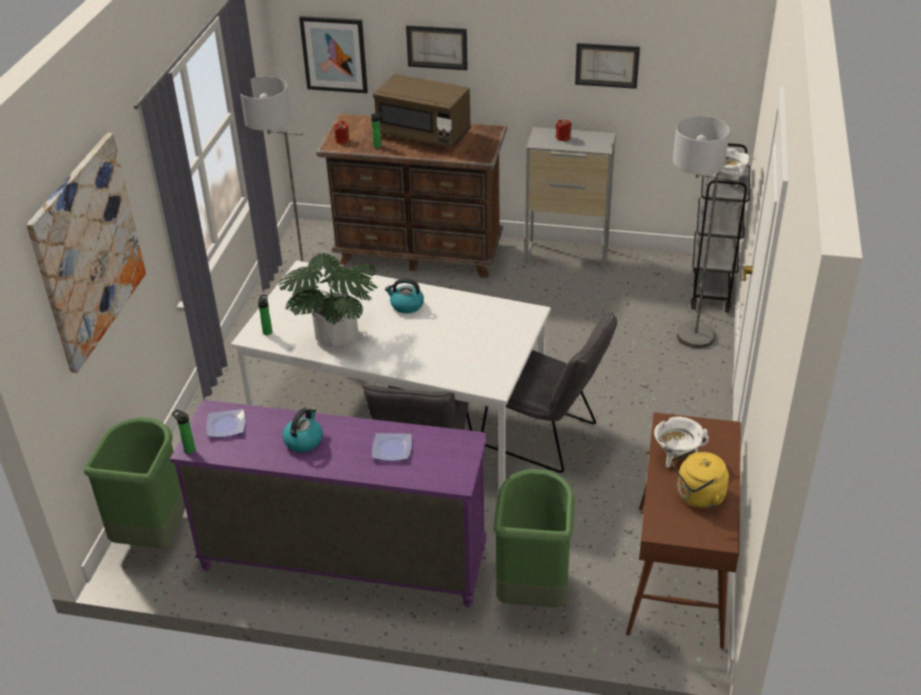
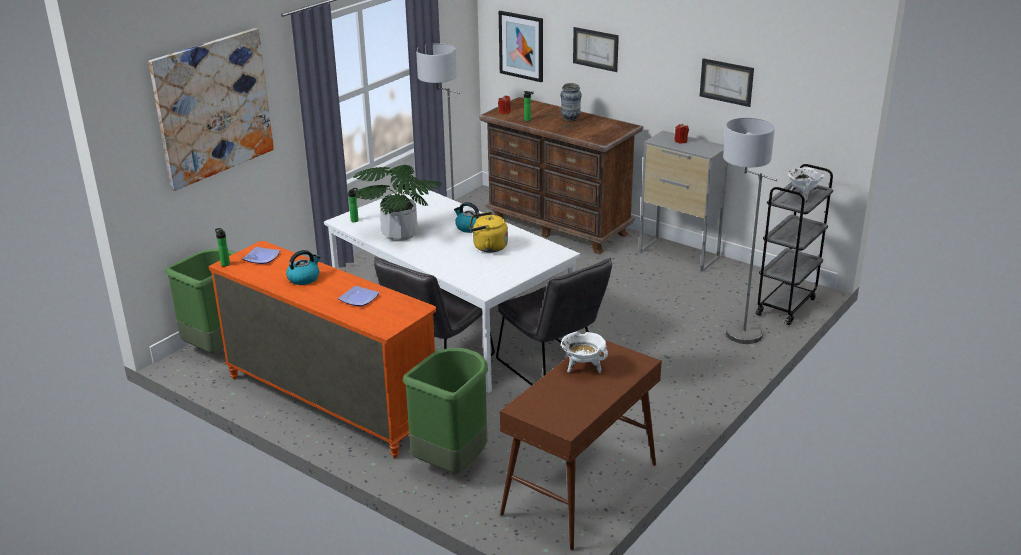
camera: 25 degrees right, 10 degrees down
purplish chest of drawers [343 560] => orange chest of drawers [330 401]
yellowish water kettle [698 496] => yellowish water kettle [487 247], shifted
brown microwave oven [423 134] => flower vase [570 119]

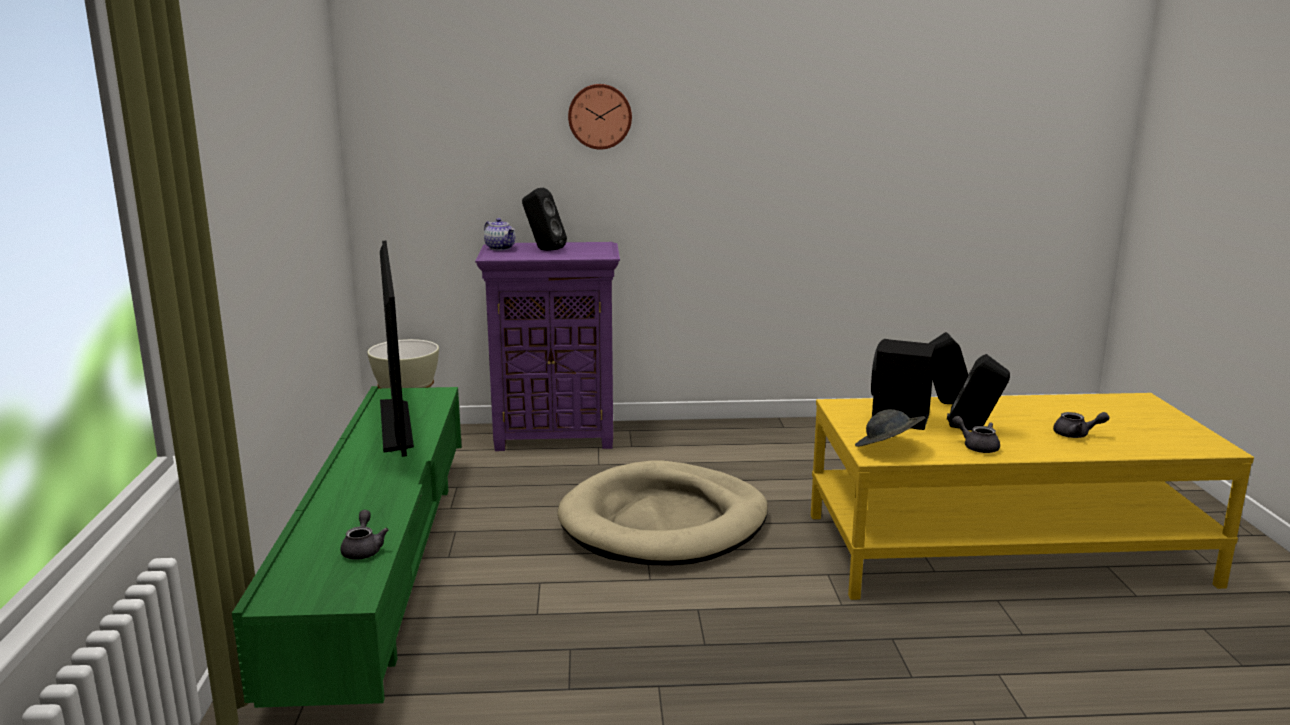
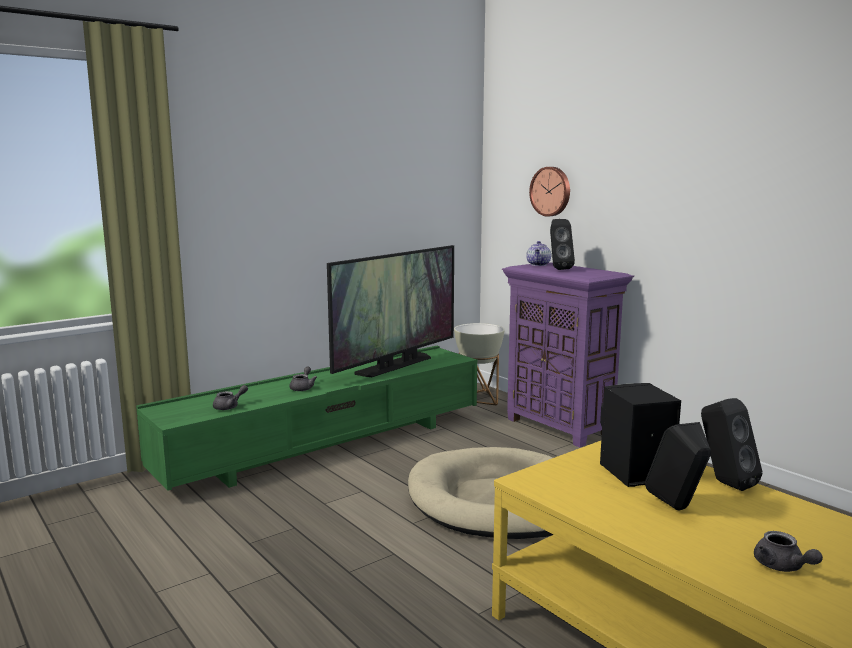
camera: 55 degrees right, 5 degrees down
greyish pot for tea [977 446] => greyish pot for tea [303 388], shifted
clock on the wall [600 116] => clock on the wall [551 191], shifted
greyish clothing hat [888 448] => nothing

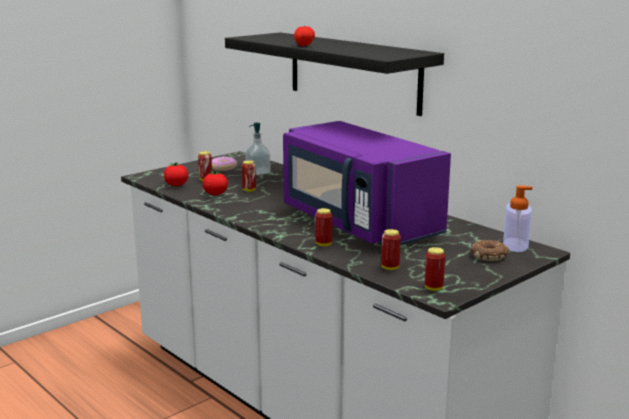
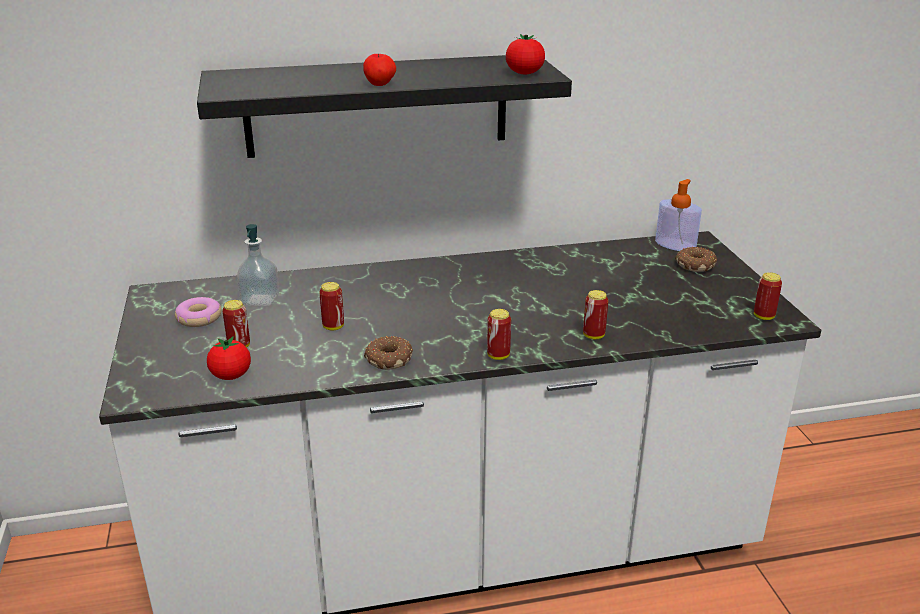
camera: 60 degrees left, 10 degrees up
nothing => doughnut [388 359]
sealed can [390 268] => sealed can [498 356], shifted
tomato [215 194] => tomato [524 73], shifted
purplish microwave oven [357 223] => nothing

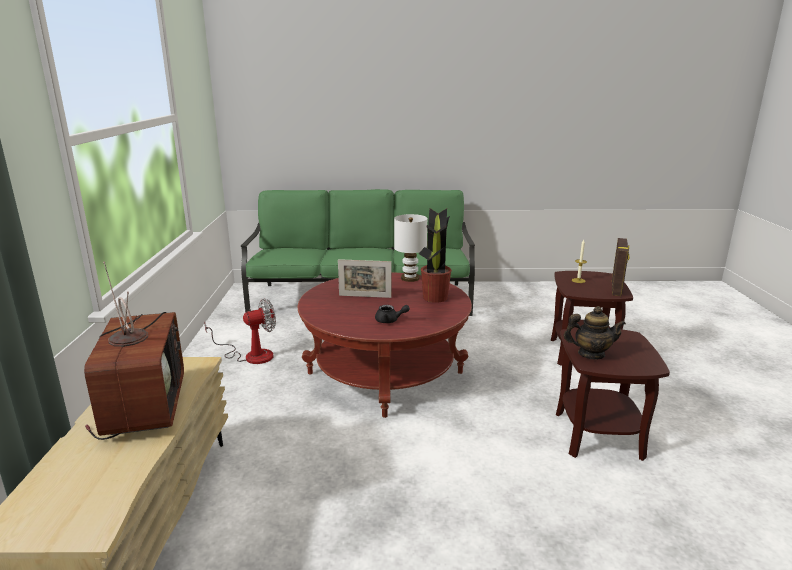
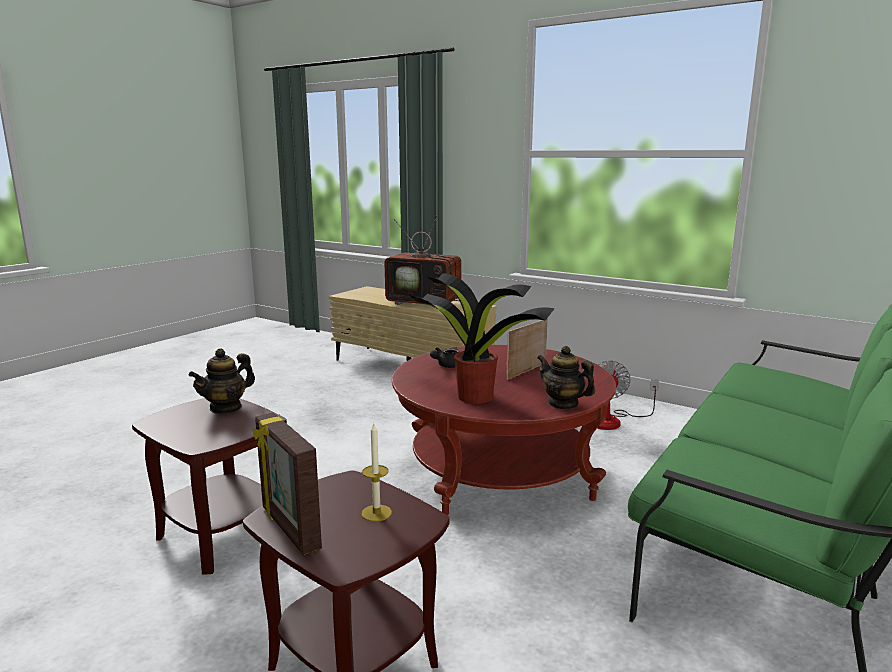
camera: 125 degrees right, 5 degrees down
white-coloured lamp for a table [410 278] => pot for tea [563 404]

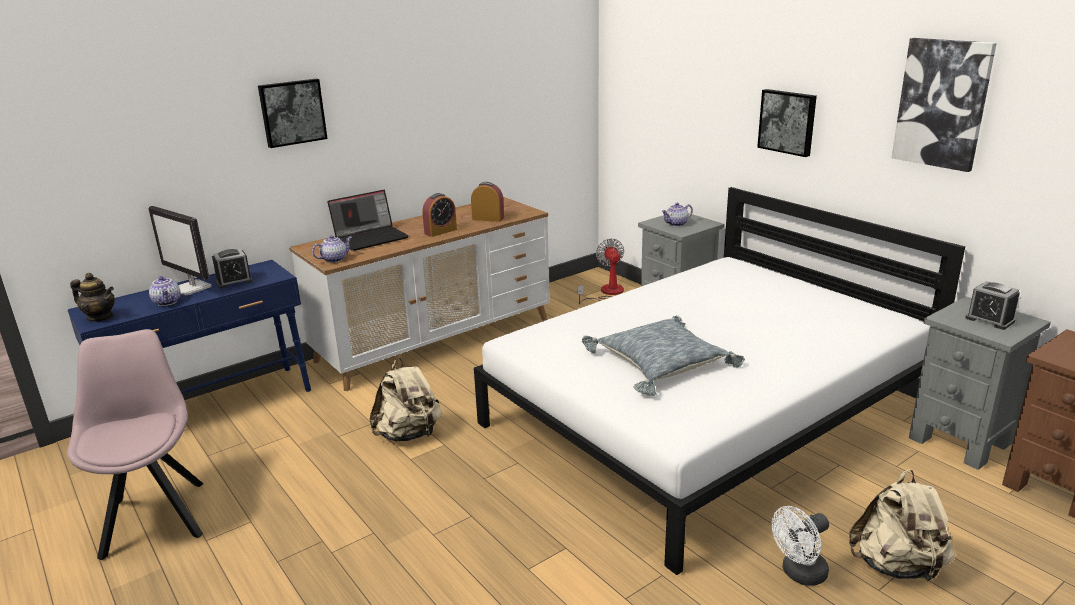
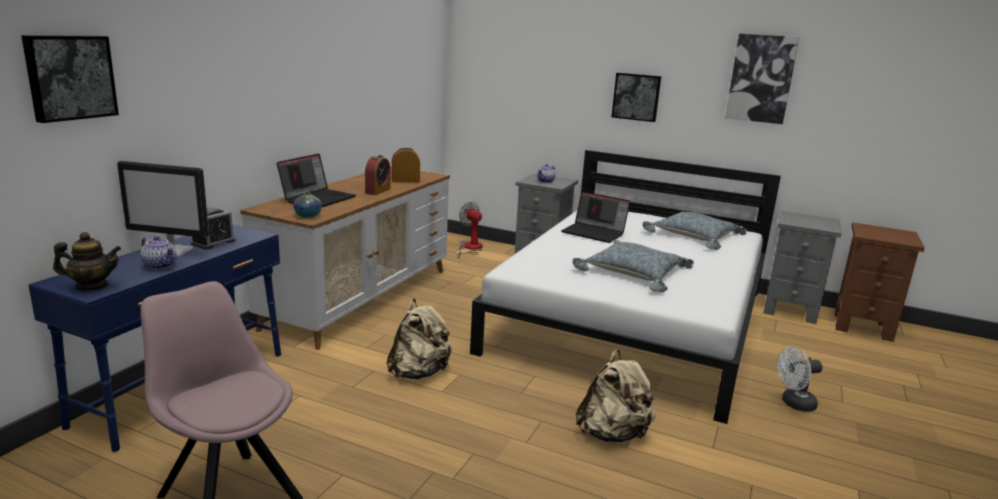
camera: 30 degrees left, 5 degrees down
wall art [292 112] => wall art [70 77], shifted
pot for tea [334 259] => flower vase [308 216]
nothing => laptop [594 233]
sand-coloured backpack [897 566] => sand-coloured backpack [613 434], shifted
nothing => cushion [695 234]
white-coloured electric fan [799 574] => white-coloured electric fan [794 404], 45 degrees clockwise
alarm clock [989 320] => nothing

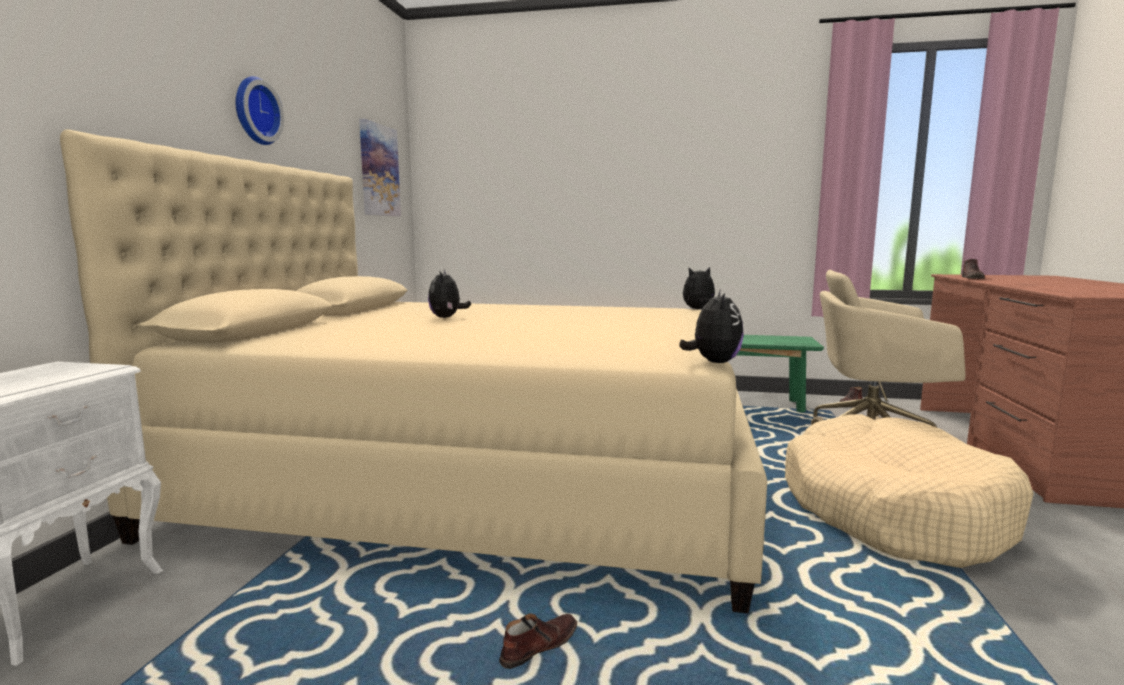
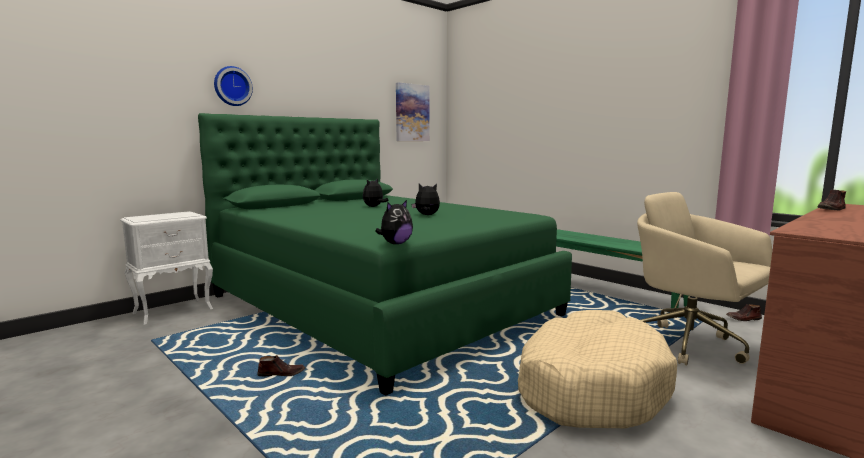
camera: 35 degrees right, 0 degrees up
sand-coloured sleeping bed [481 478] => green-coloured sleeping bed [380 305]
clock on the wall [254 111] => clock on the wall [232 86], shifted
cuddly toy [699 309] => cuddly toy [427 215], shifted

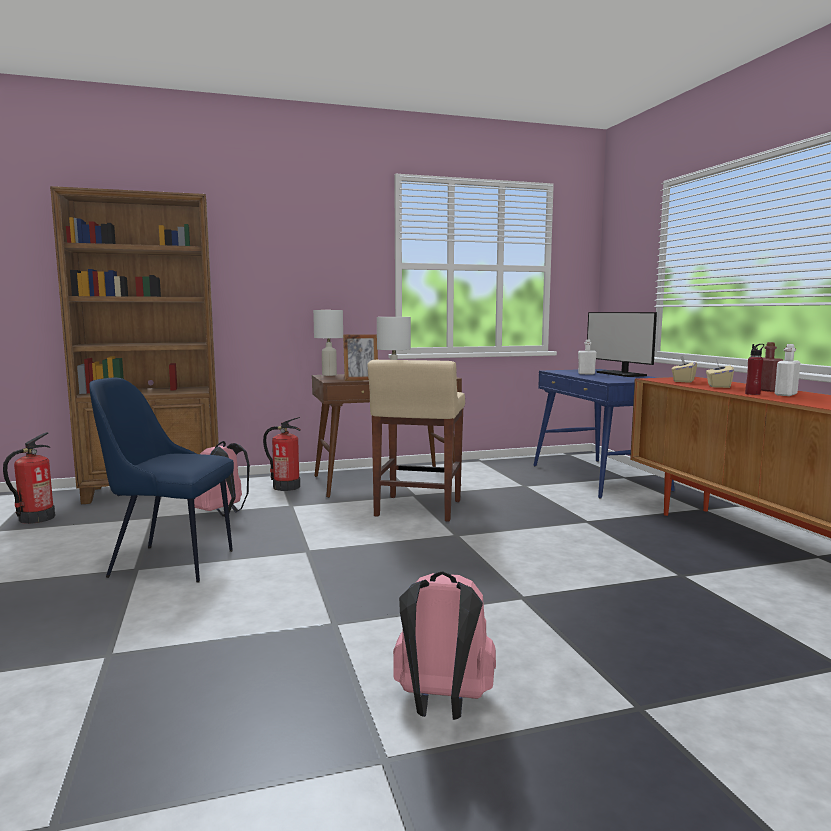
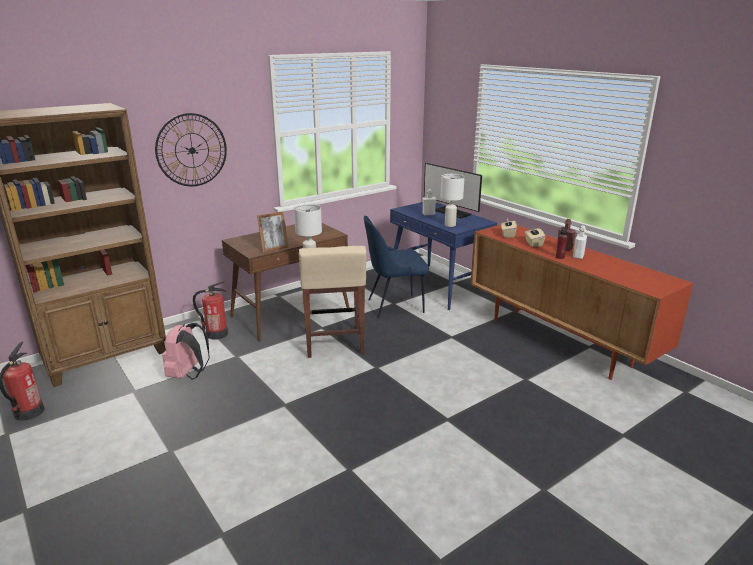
camera: 20 degrees left, 15 degrees up
nothing => clock on the wall [192 150]
blue plain chair [170 564] => blue plain chair [395 306], shifted
white-coloured lamp for a table [329 375] => white-coloured lamp for a table [450 225], shifted
pink-coloured backpack [442 704] => nothing

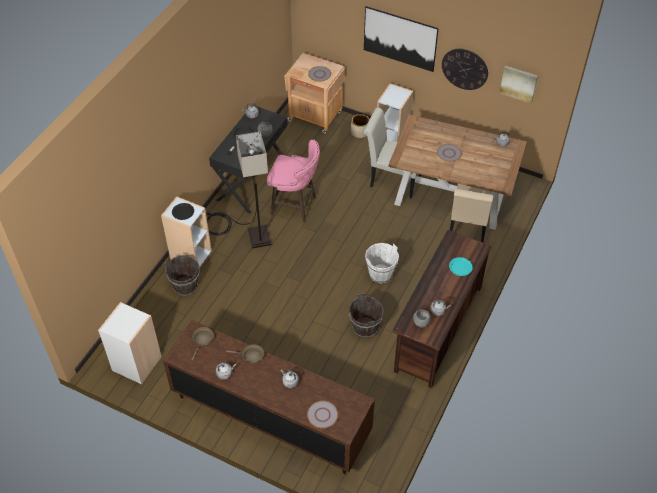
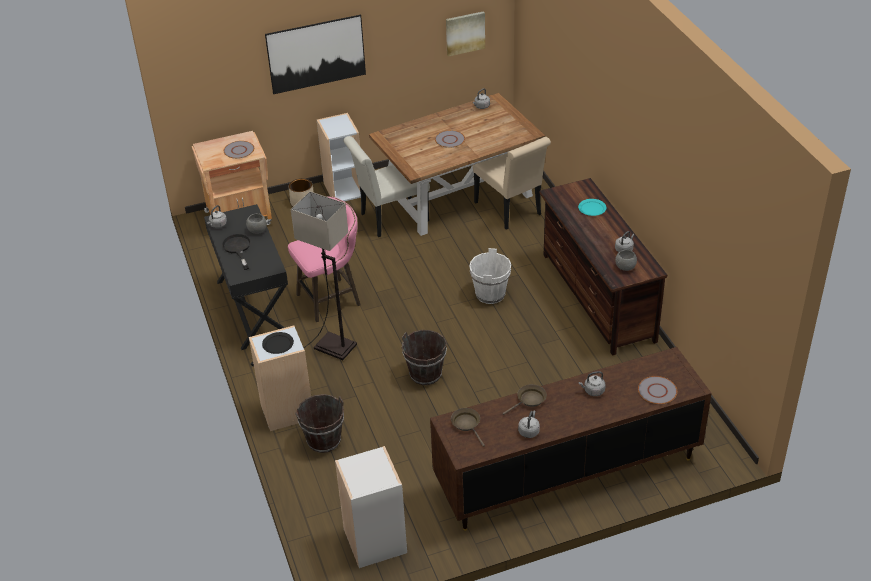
camera: 45 degrees left, 10 degrees down
brown pail [365 328] => brown pail [425 374], shifted
clock on the wall [464 69] => nothing

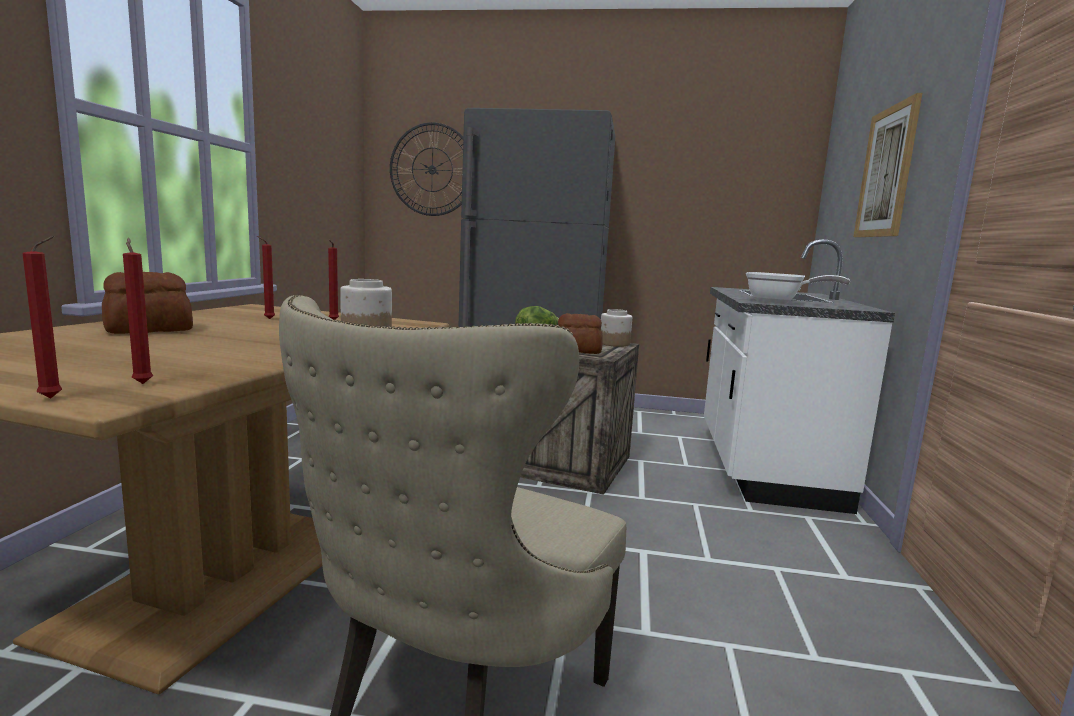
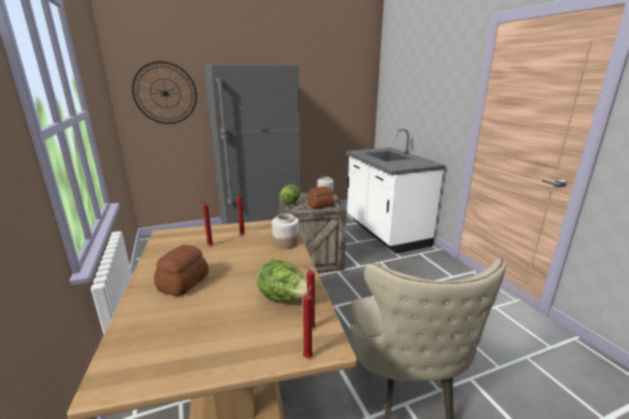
camera: 30 degrees left, 10 degrees up
nothing => lettuce head [284 298]
skillet [779 302] => nothing
wall art [886 172] => nothing

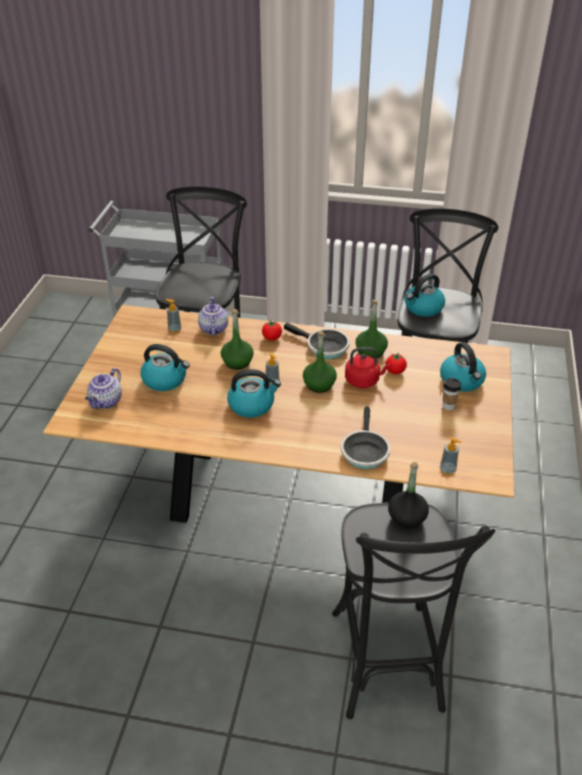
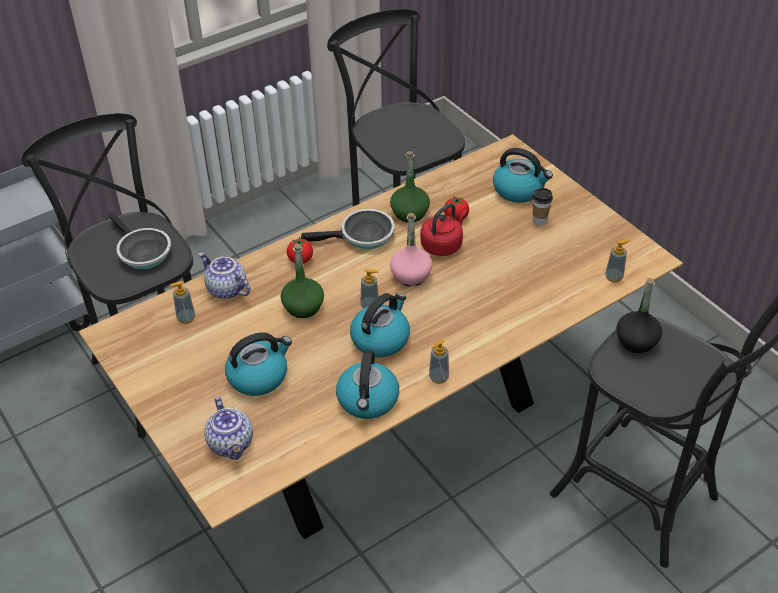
camera: 45 degrees left, 5 degrees up
skillet [364 451] => skillet [142 252], shifted
water kettle [423 308] => water kettle [368 400], shifted
green-coloured drink bottle [319 384] => pink-coloured drink bottle [411 275]
nothing => liquid soap bottle [438 377]

